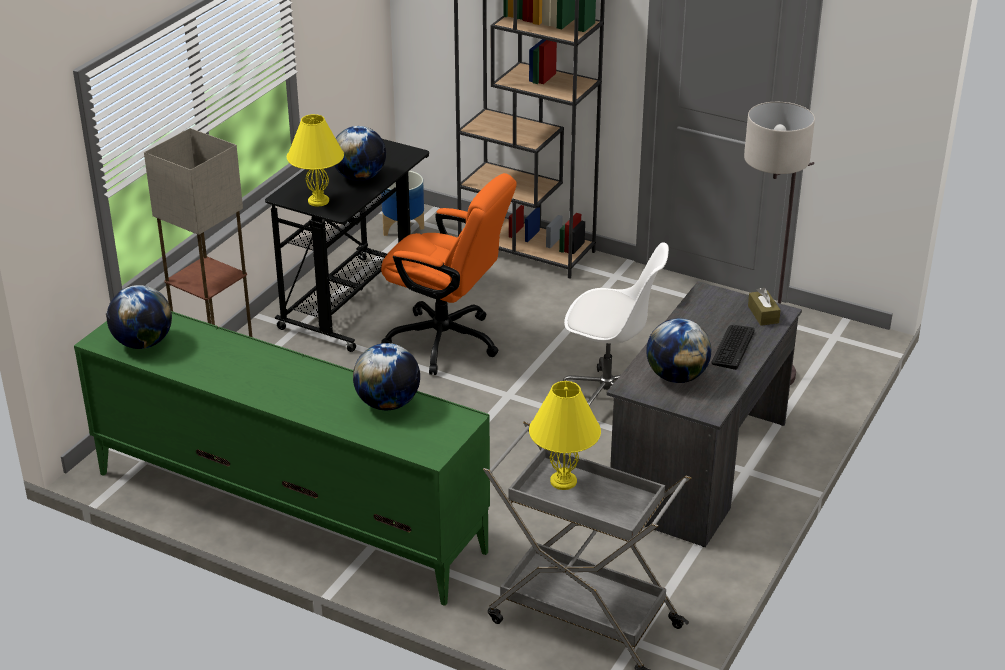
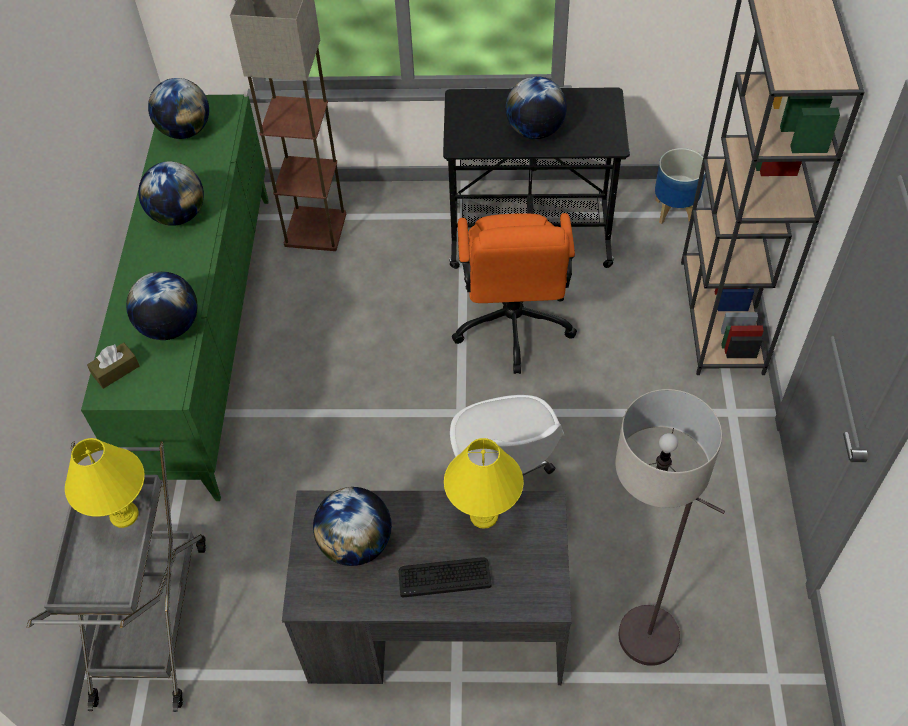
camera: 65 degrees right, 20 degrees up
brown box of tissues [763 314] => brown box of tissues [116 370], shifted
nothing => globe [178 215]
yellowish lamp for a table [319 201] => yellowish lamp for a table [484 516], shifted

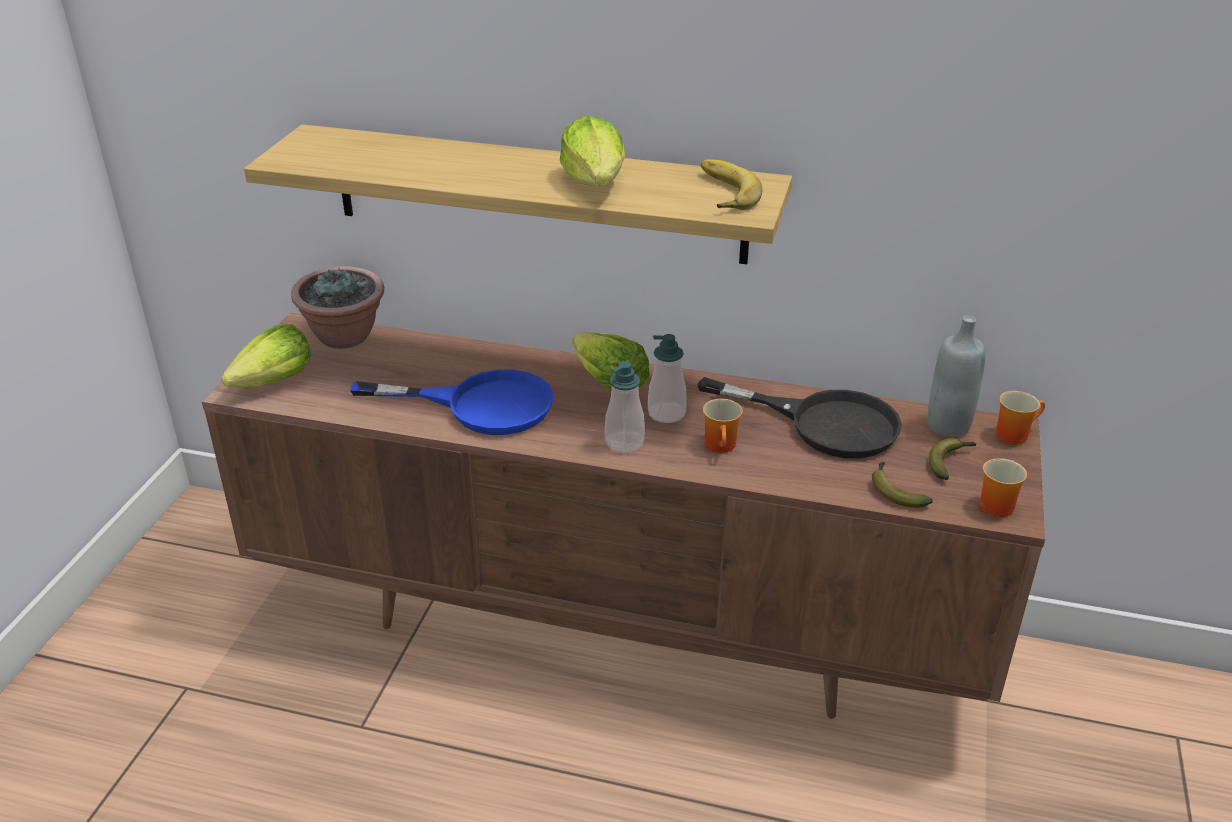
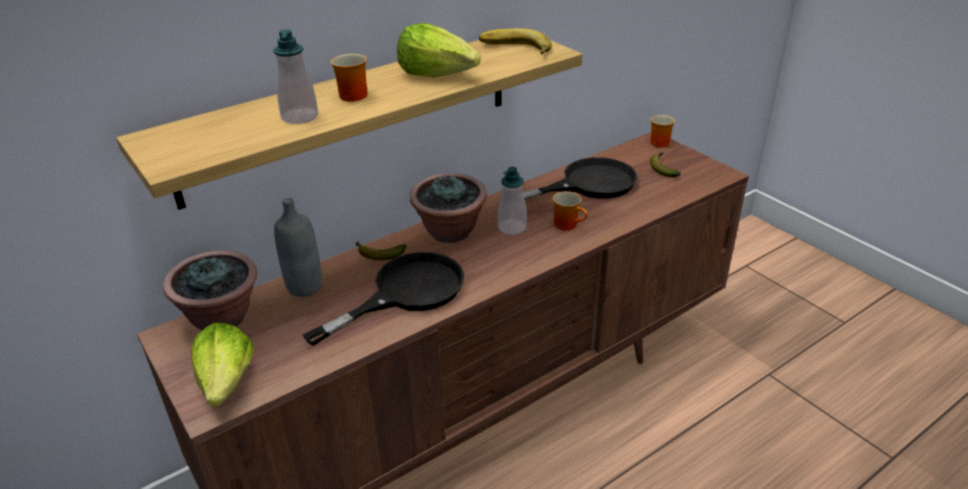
camera: 50 degrees left, 0 degrees up
liquid soap bottle [624 442] => liquid soap bottle [300 117], shifted
greyish drink bottle [948 426] => greyish drink bottle [304 287], shifted
blue skillet [480 405] => black skillet [405 293]
coffee mug [995 503] => coffee mug [350 95], shifted
banana [894 491] => banana [378 254], shifted
lettuce head [608 381] => houseplant [450 232]

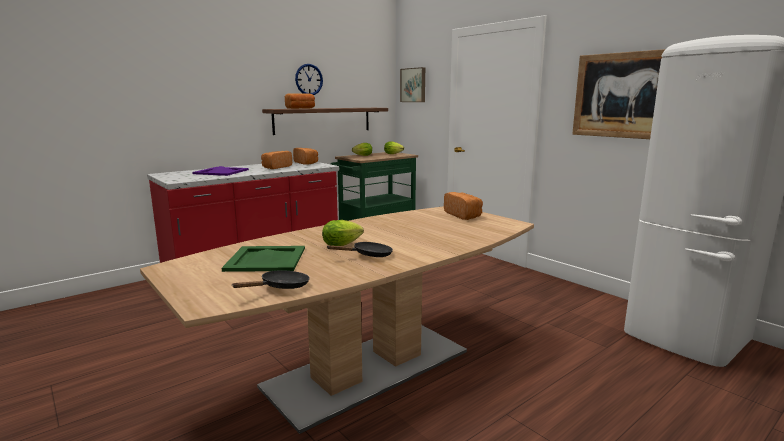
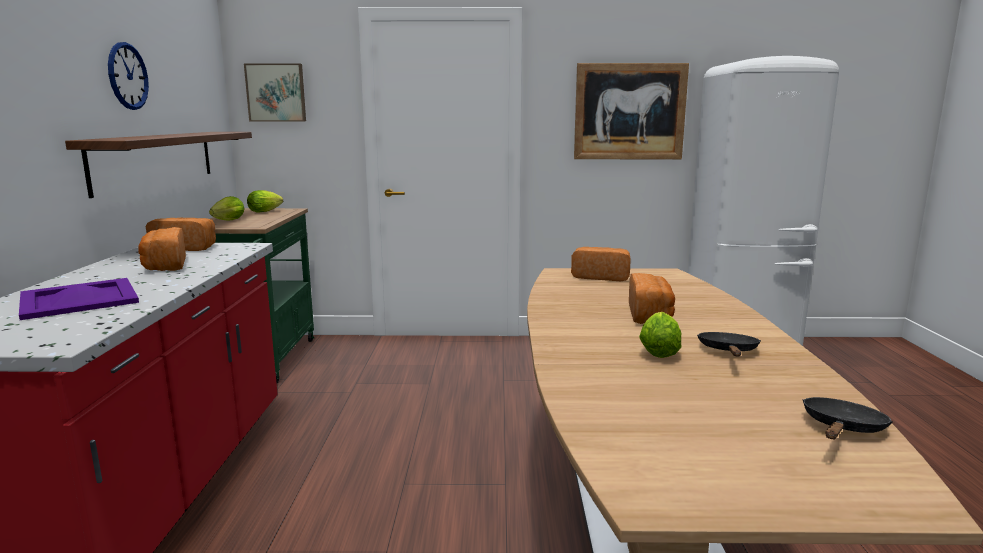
camera: 50 degrees left, 0 degrees up
bakery bread [301 108] => bakery bread [650 315], shifted
black skillet [281 287] => black skillet [842 429], 45 degrees clockwise
green-coloured serving tray [267 259] => nothing

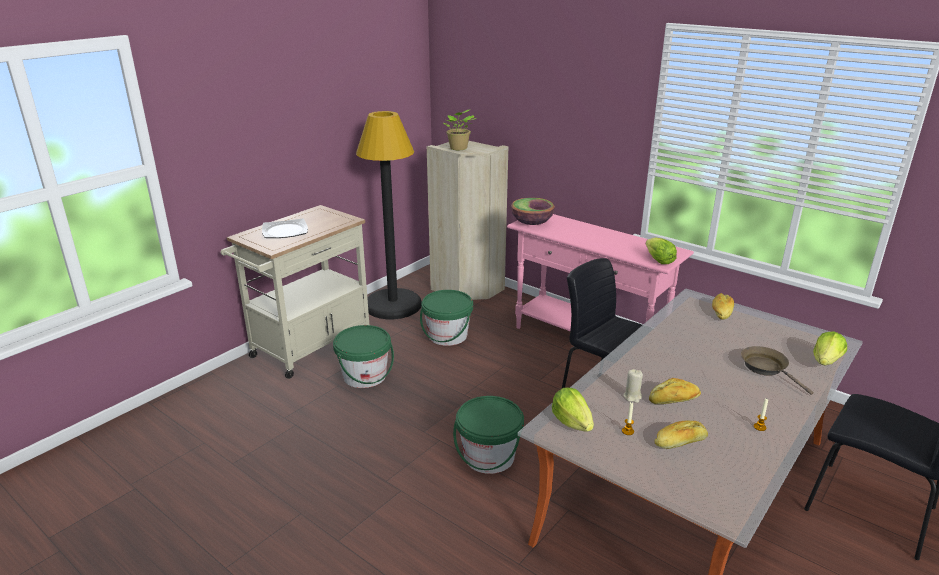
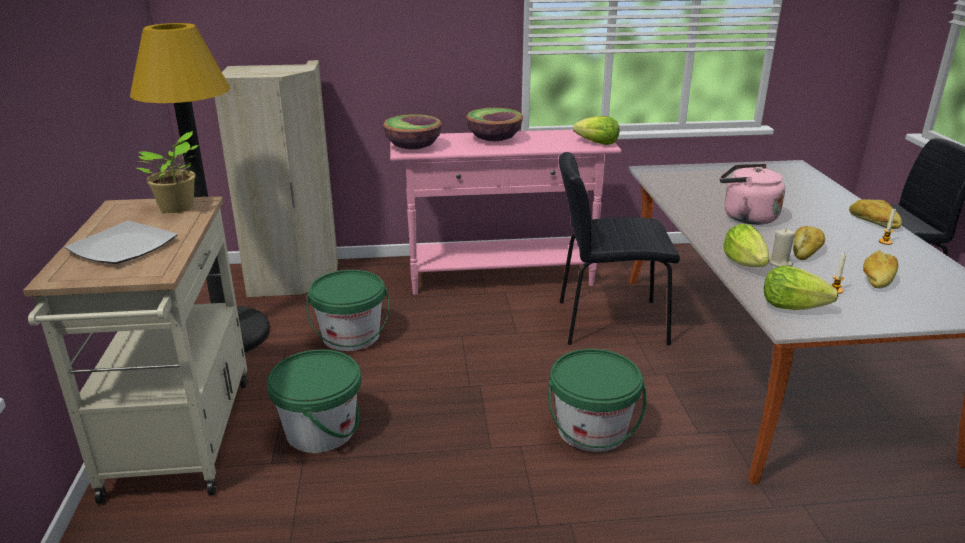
camera: 45 degrees left, 0 degrees up
houseplant [458 148] => houseplant [178 208], shifted
nothing => deep dish [494 139]
nothing => pink-coloured water kettle [746 217]
lettuce head [826 361] => lettuce head [744 263], shifted
bakery bread [721 312] => bakery bread [873 222], shifted
brown skillet [766 368] => nothing

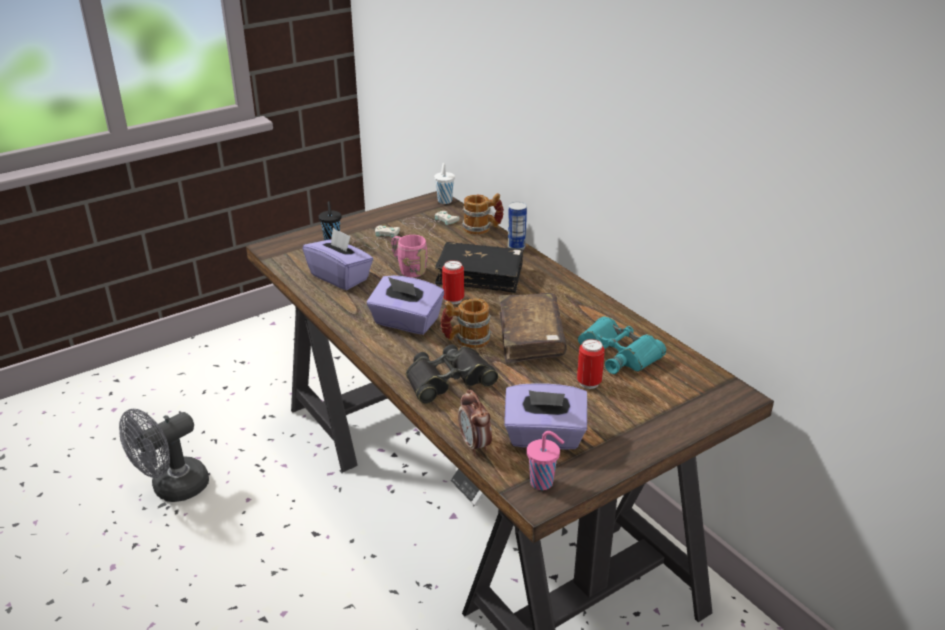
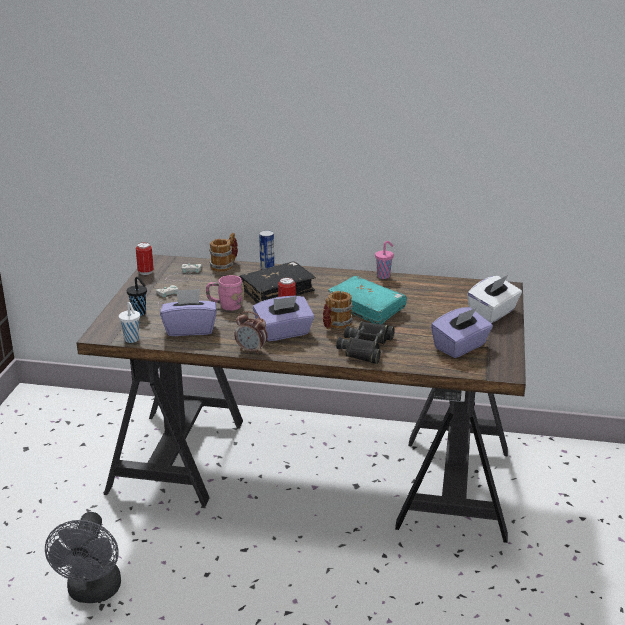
camera: 45 degrees left, 5 degrees down
white-coloured drinking cup [444 201] => white-coloured drinking cup [132 340], shifted
sealed can [589 383] => sealed can [145 272], shifted
alarm clock [475 445] => alarm clock [251 350], shifted
brown bound book [530 337] => blue-green bound book [367 308]
pink-coloured drinking cup [543 483] => pink-coloured drinking cup [384 276], shifted
nothing => white-coloured box of tissues [493 313]
blue-green binoculars [616 354] => nothing

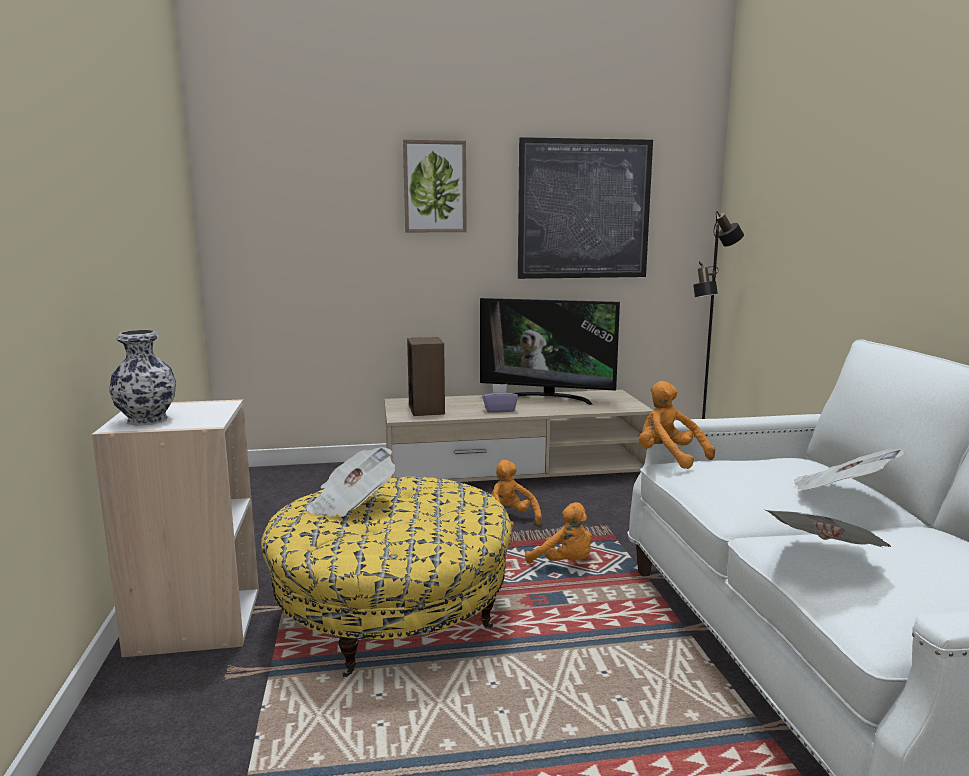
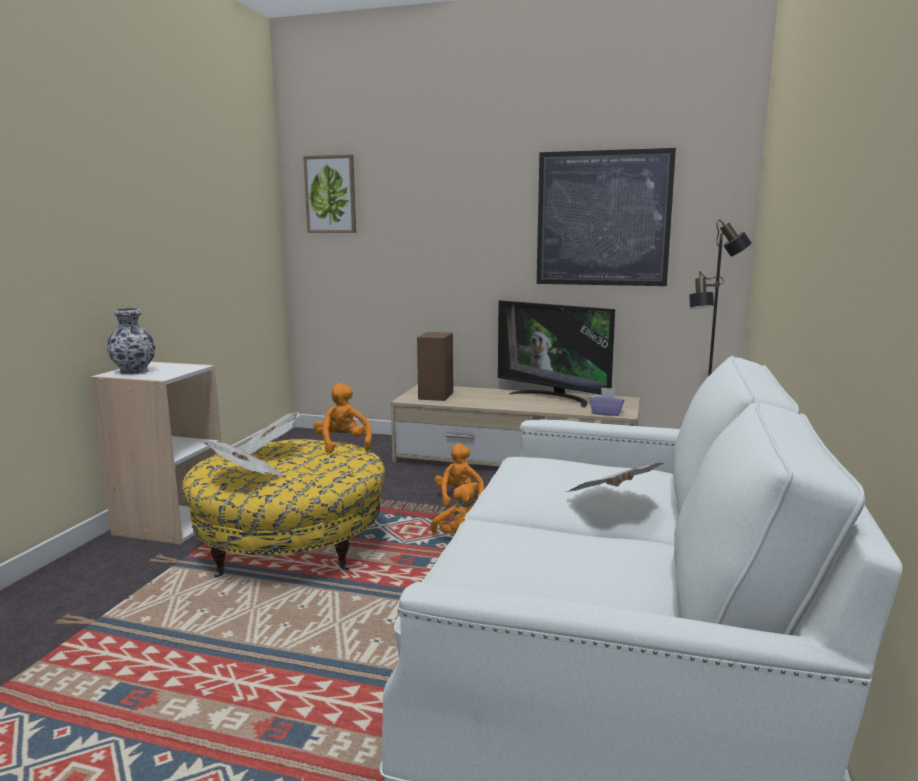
camera: 25 degrees right, 0 degrees up
daily paper [824 558] => daily paper [246 477], shifted
wall art [435 187] => wall art [331 194], shifted
orange cuddly toy [668 457] => orange cuddly toy [343 445], shifted
purplish box of tissues [499 410] => purplish box of tissues [606 413], shifted

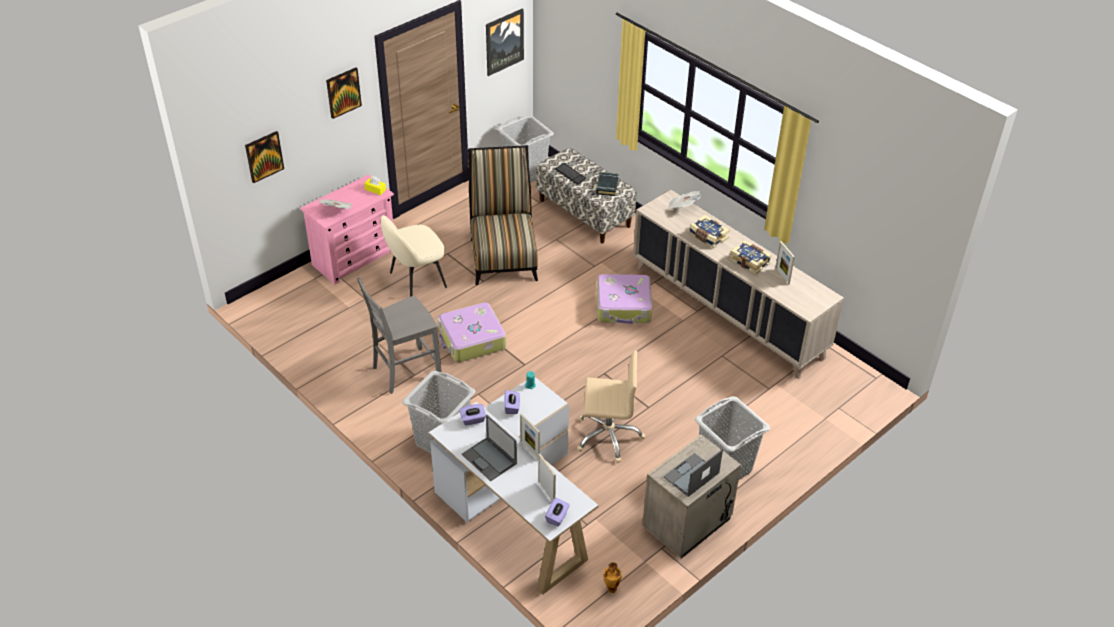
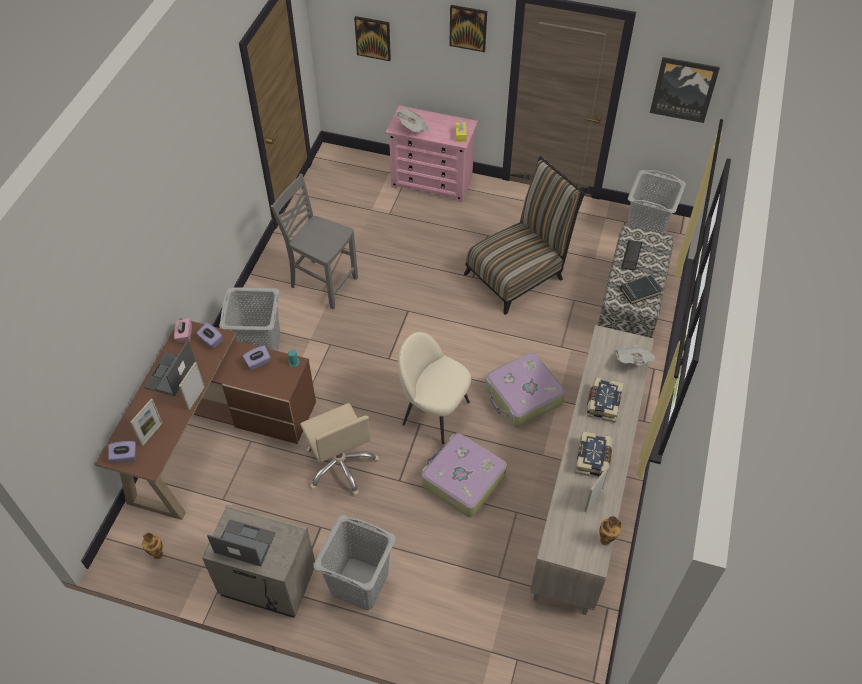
camera: 60 degrees right, 10 degrees up
white-coloured desk [515 507] => brown desk [213 436]
nothing => pink-coloured box of tissues [184 335]
sand-coloured plain chair [416 280] => sand-coloured plain chair [434 412], shifted
suitcase [471 340] => suitcase [462 480], shifted
nothing => flower vase [606 540]

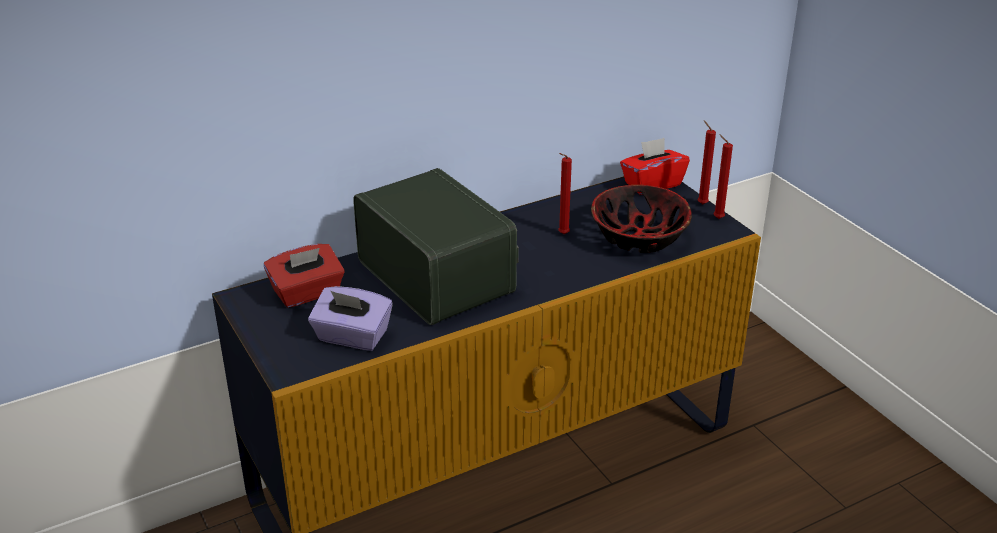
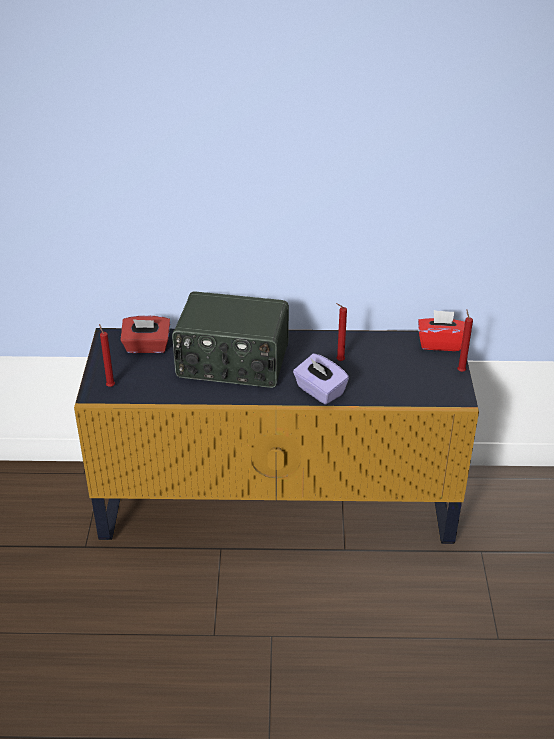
camera: 30 degrees right, 5 degrees up
red-coloured wax light [716 218] => red-coloured wax light [110 385], shifted
radio receiver [438 276] => radio receiver [232 363], 105 degrees clockwise
purplish box of tissues [352 337] => purplish box of tissues [319 391], shifted
deep dish [639 237] => nothing

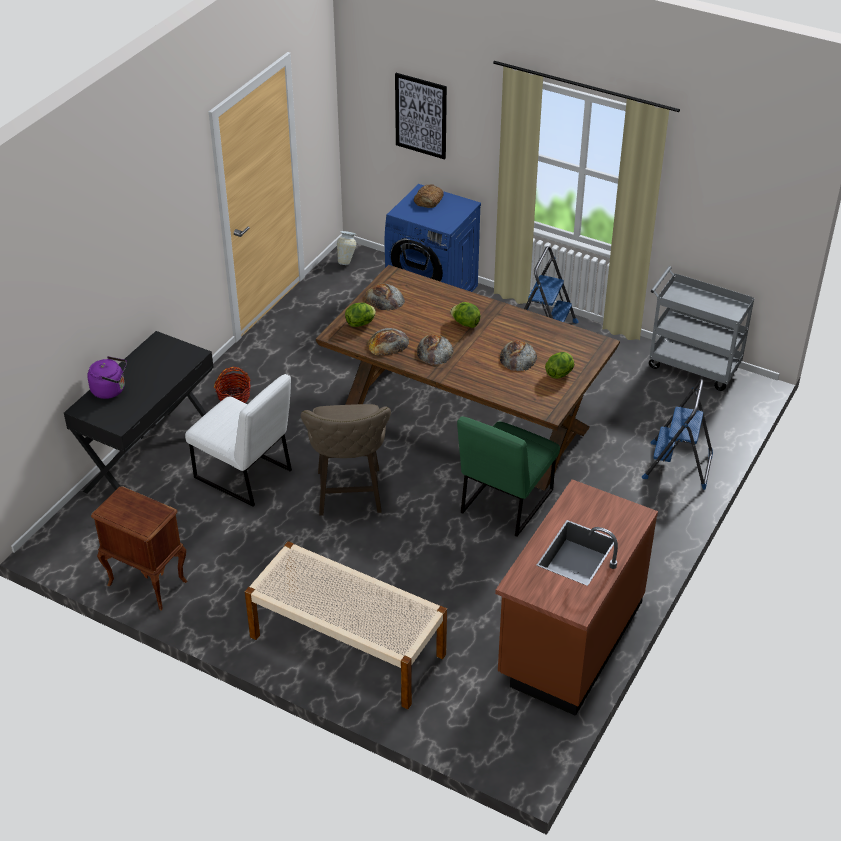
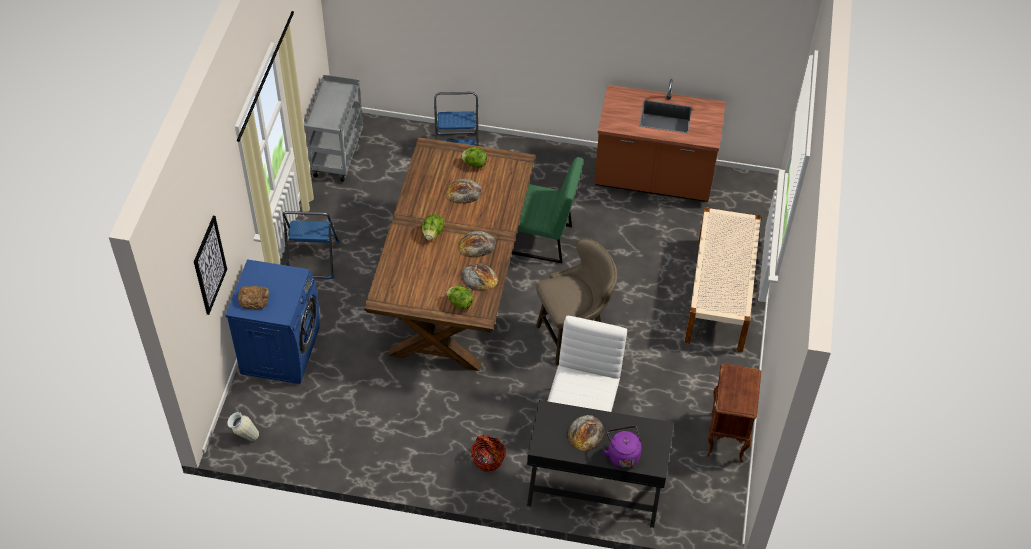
camera: 110 degrees left, 10 degrees up
bakery bread [384 298] => bakery bread [586 433], shifted

